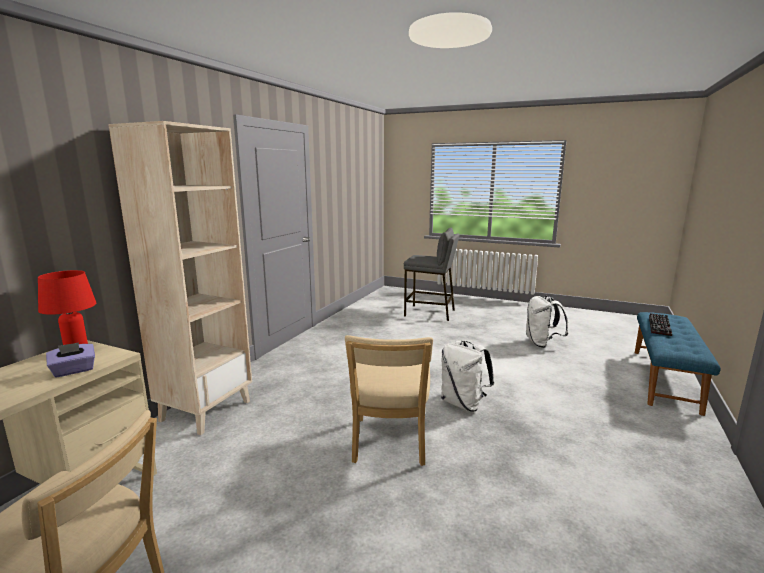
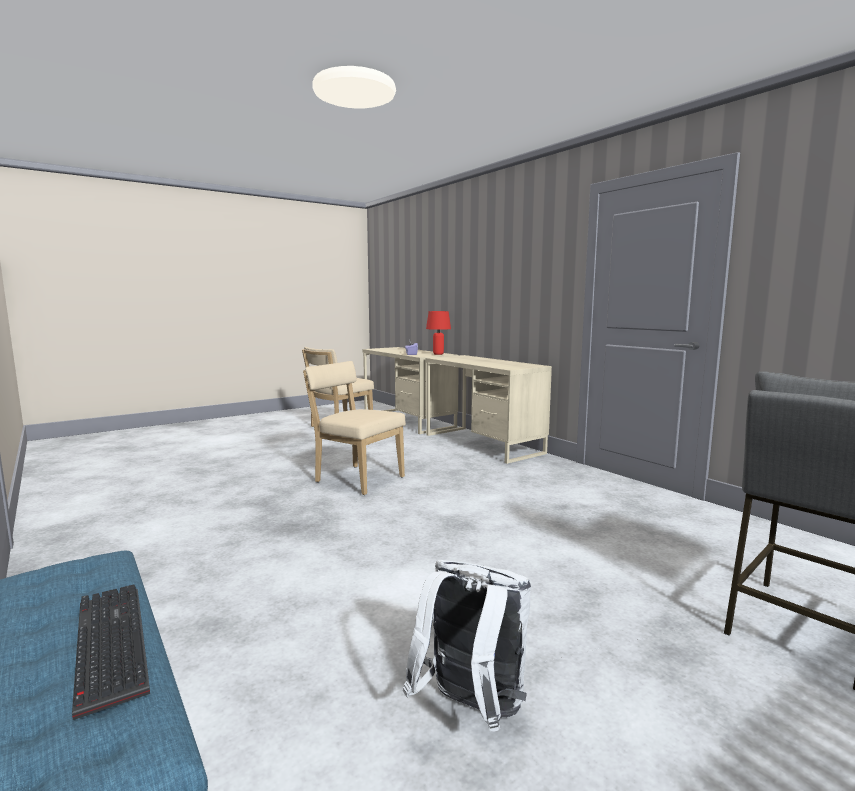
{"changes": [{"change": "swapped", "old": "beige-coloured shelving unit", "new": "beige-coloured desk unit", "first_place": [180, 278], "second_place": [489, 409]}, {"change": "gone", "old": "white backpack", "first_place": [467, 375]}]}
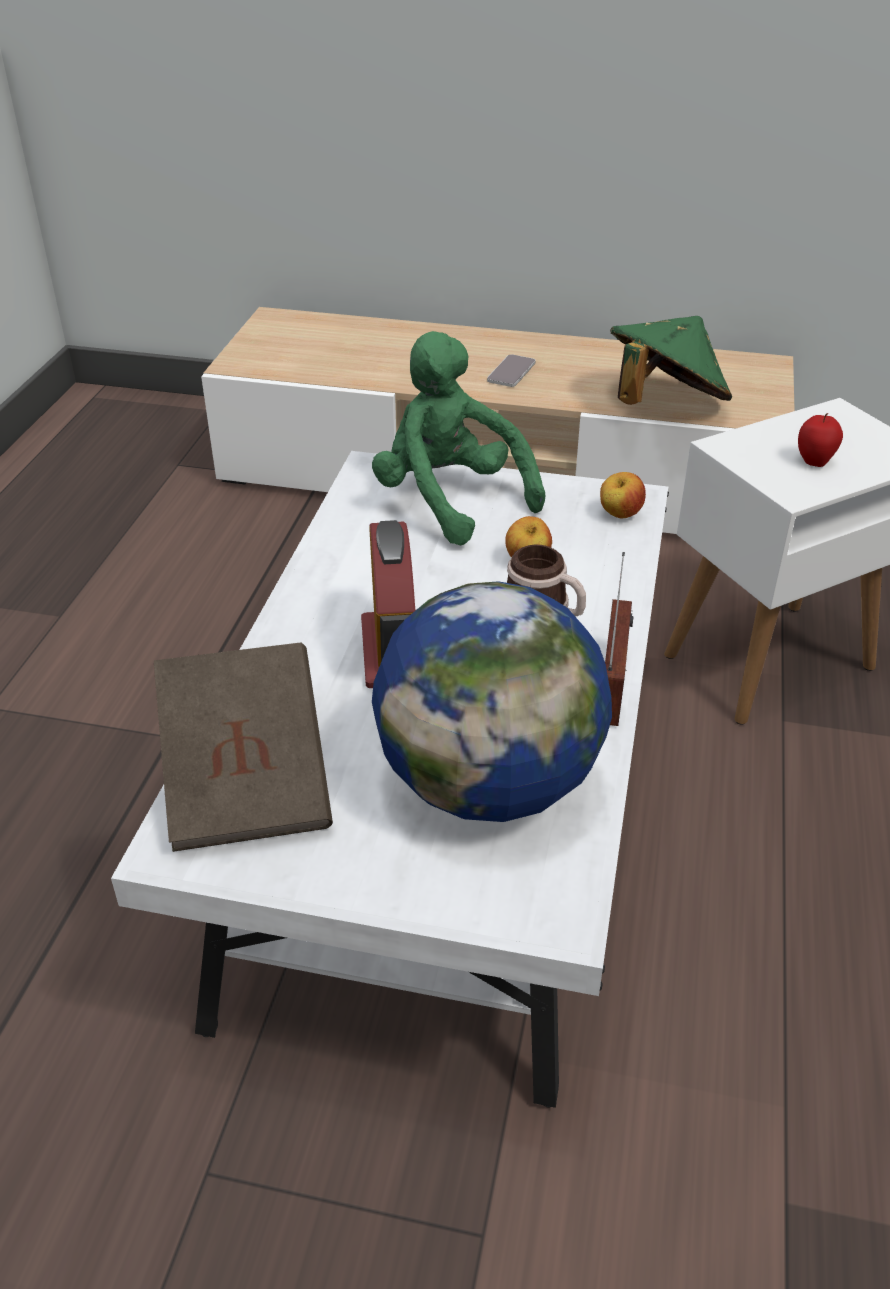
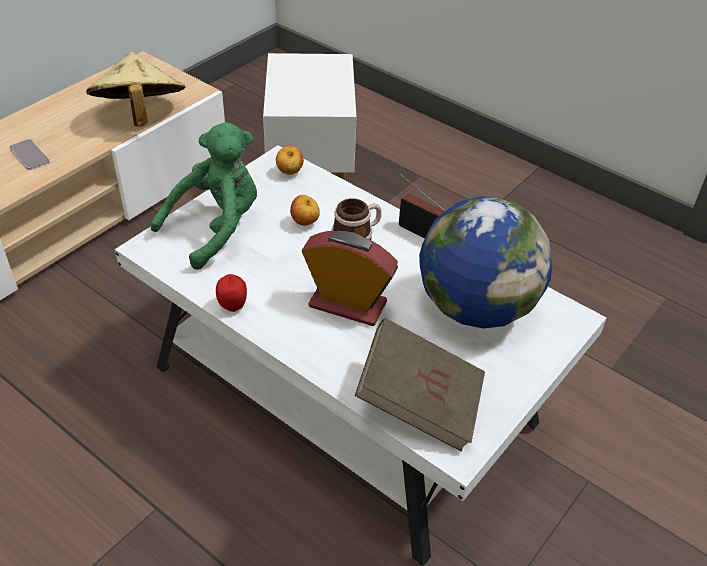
{"changes": [{"change": "repainted", "old": "green-coloured clothing hat", "new": "beige-coloured clothing hat", "first_place": [671, 360], "second_place": [135, 89]}, {"change": "rotated", "old": "green-coloured soft toy", "first_place": [458, 438], "second_place": [204, 196], "degrees": 150}, {"change": "shifted", "old": "apple fruit", "first_place": [820, 440], "second_place": [231, 293]}]}
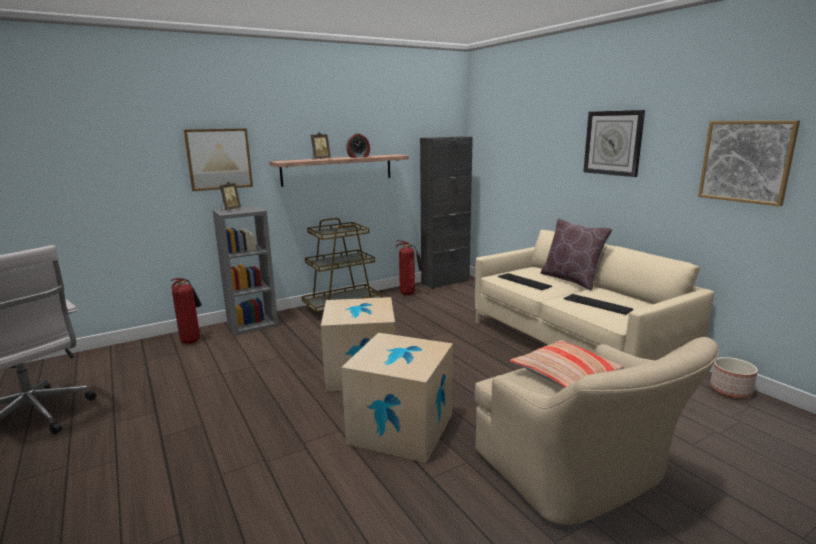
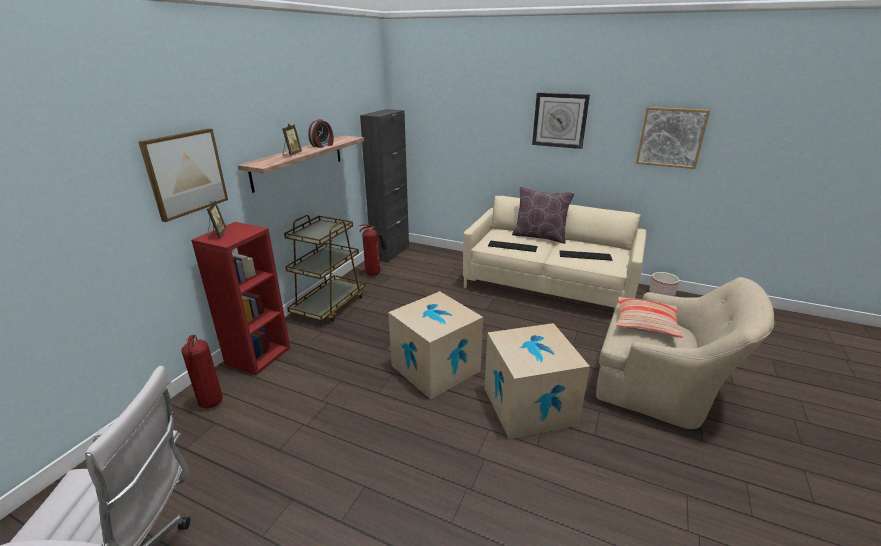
{"changes": [{"change": "repainted", "old": "grey shelving unit", "new": "red-coloured shelving unit", "first_place": [245, 270], "second_place": [240, 298]}]}
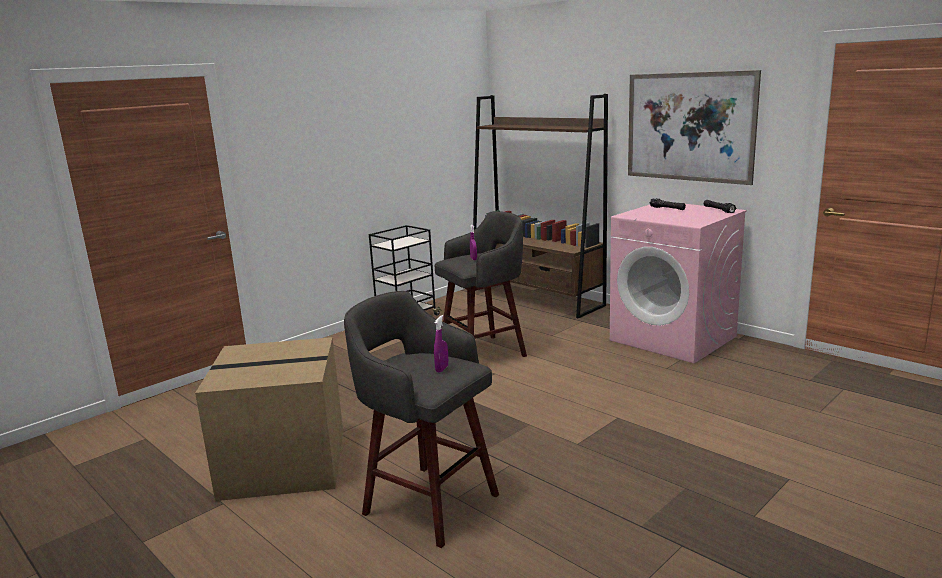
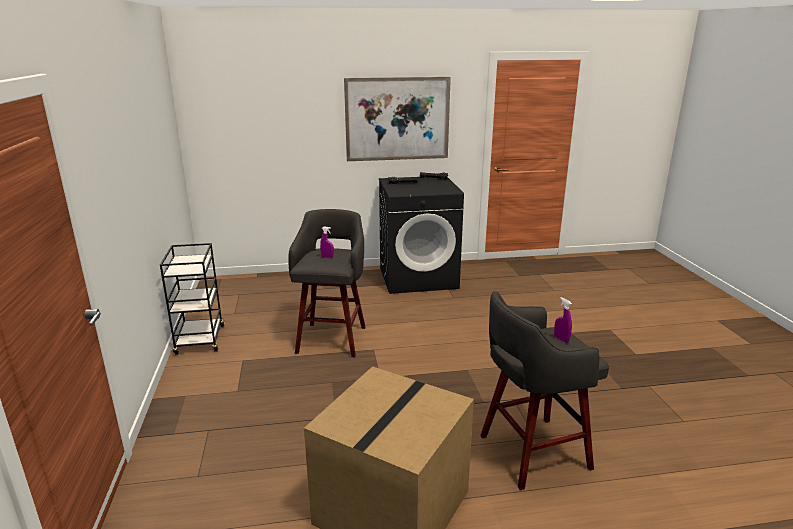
{"changes": [{"change": "repainted", "old": "pink washing machine", "new": "black washing machine", "first_place": [678, 283], "second_place": [421, 235]}, {"change": "gone", "old": "brown-coloured shelving unit", "first_place": [540, 206]}]}
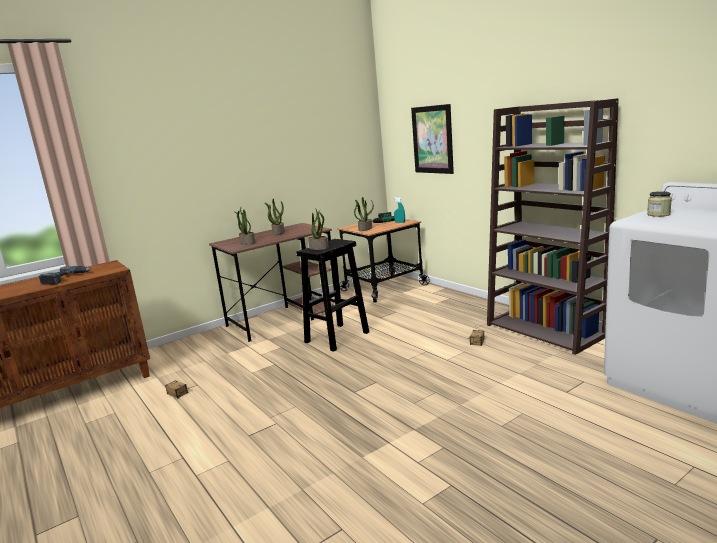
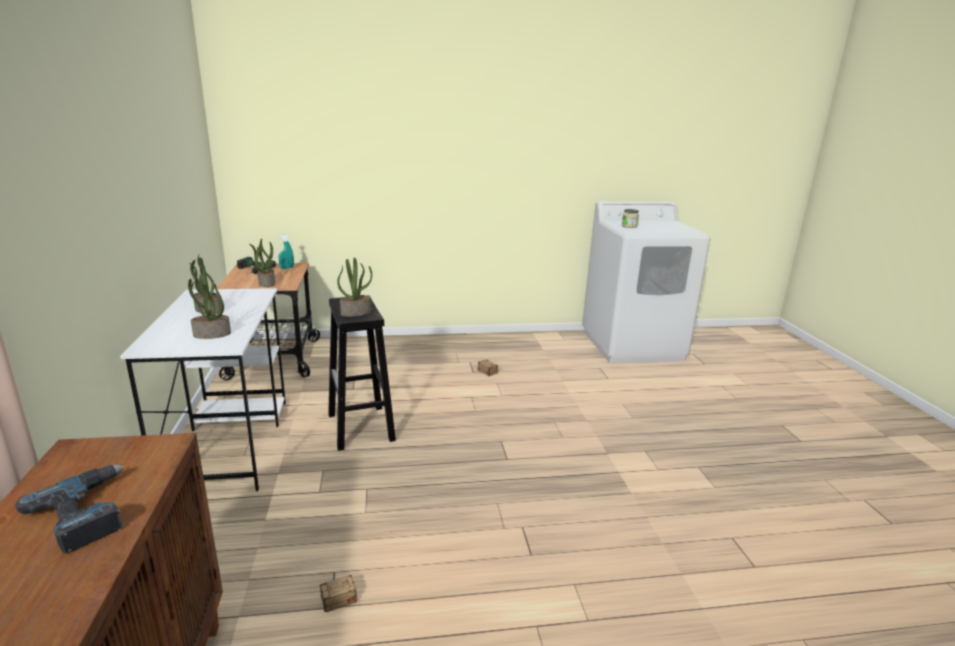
{"changes": [{"change": "repainted", "old": "brown-coloured desk unit", "new": "white desk unit", "first_place": [272, 282], "second_place": [203, 389]}, {"change": "gone", "old": "picture", "first_place": [432, 139]}, {"change": "gone", "old": "brown-coloured shelving unit", "first_place": [553, 226]}]}
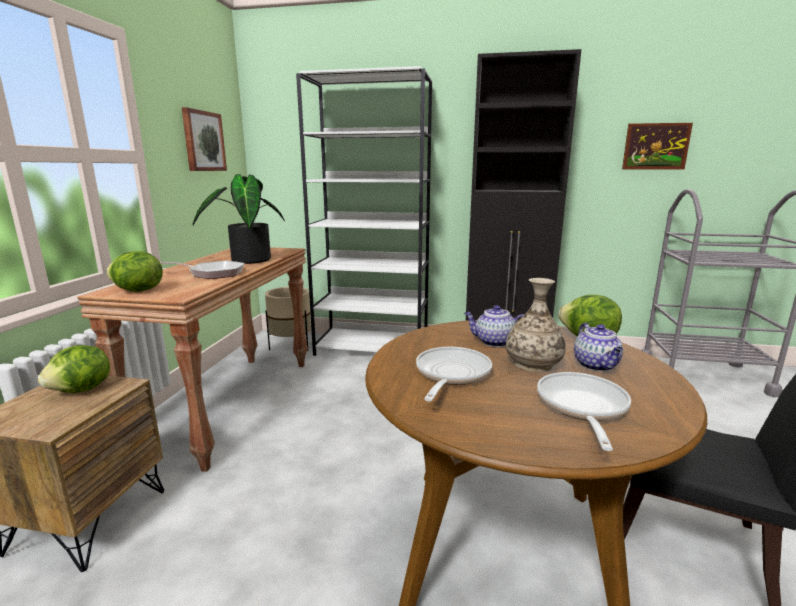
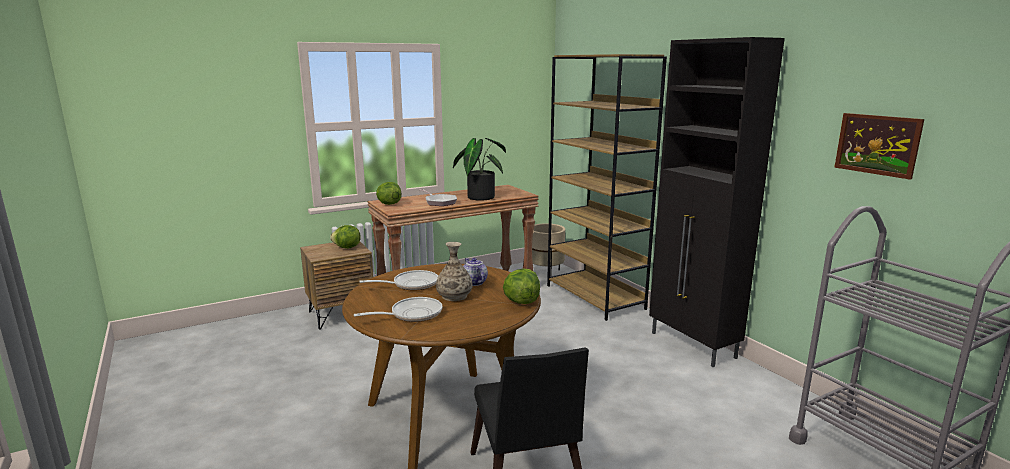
{"changes": [{"change": "repainted", "old": "white shelving unit", "new": "brown-coloured shelving unit", "first_place": [364, 211], "second_place": [607, 187]}, {"change": "gone", "old": "picture", "first_place": [204, 139]}, {"change": "gone", "old": "teapot", "first_place": [598, 347]}]}
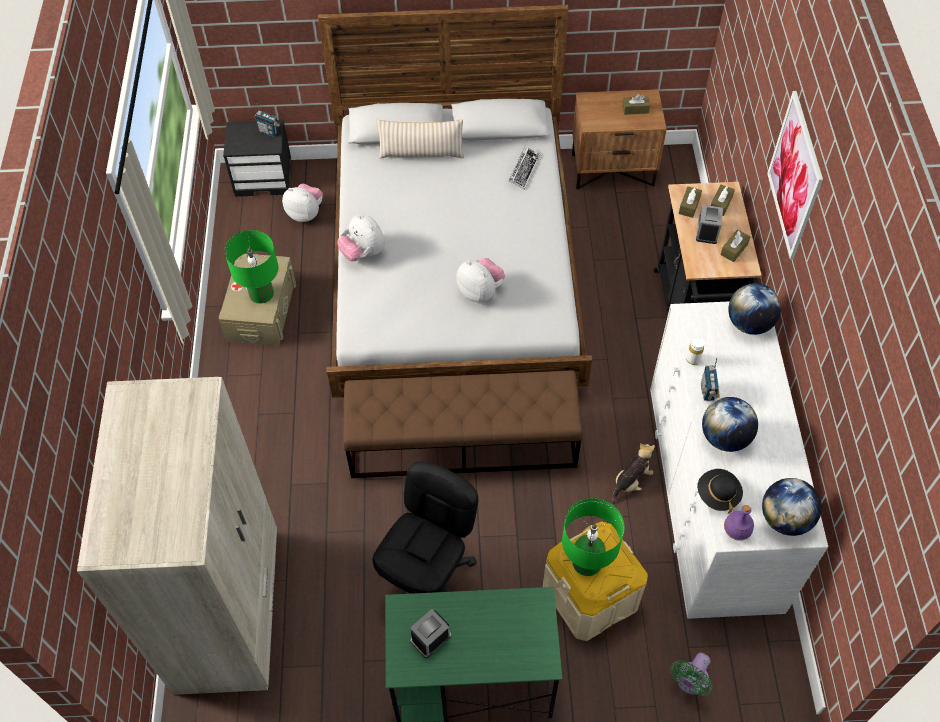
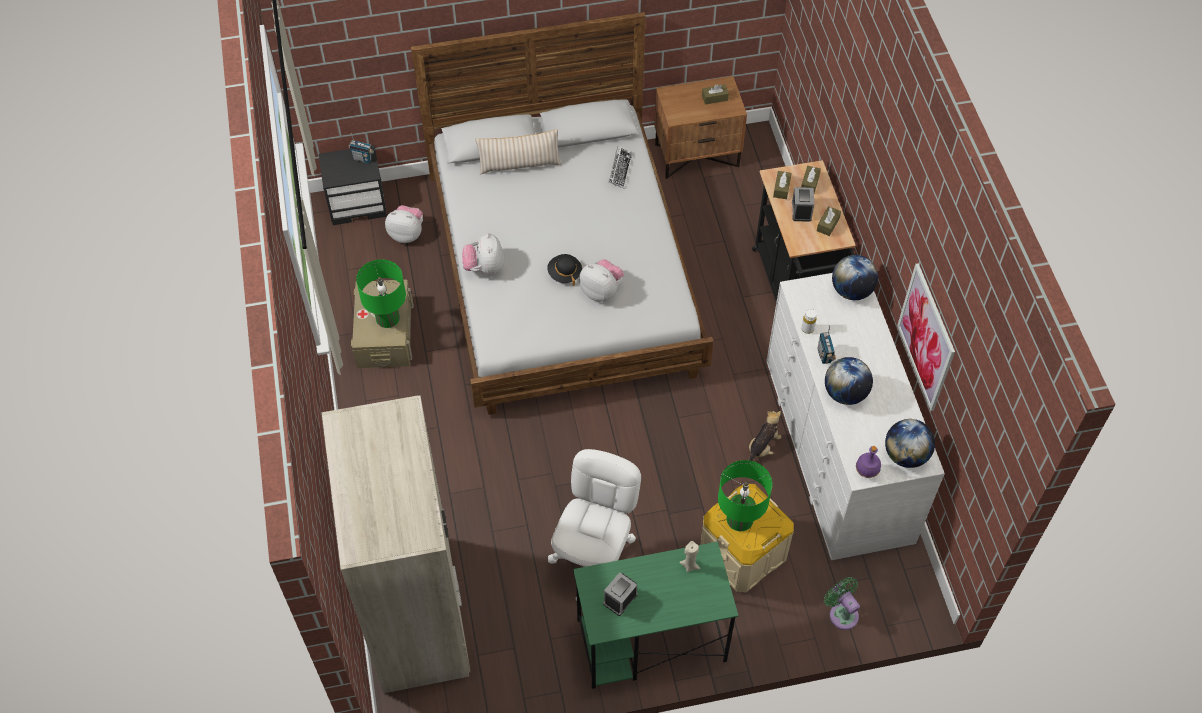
{"changes": [{"change": "rotated", "old": "soft toy", "first_place": [361, 237], "second_place": [483, 254], "degrees": 45}, {"change": "shifted", "old": "black clothing hat", "first_place": [720, 491], "second_place": [564, 270]}, {"change": "repainted", "old": "black computer chair", "new": "white computer chair", "first_place": [425, 527], "second_place": [594, 525]}, {"change": "new", "new": "beige-coloured candle", "second_place": [689, 556]}, {"change": "rotated", "old": "green-coloured fan", "first_place": [691, 674], "second_place": [842, 603], "degrees": 120}, {"change": "shifted", "old": "picture", "first_place": [795, 175], "second_place": [926, 337]}, {"change": "gone", "old": "brown-coloured indoor bench", "first_place": [463, 424]}]}
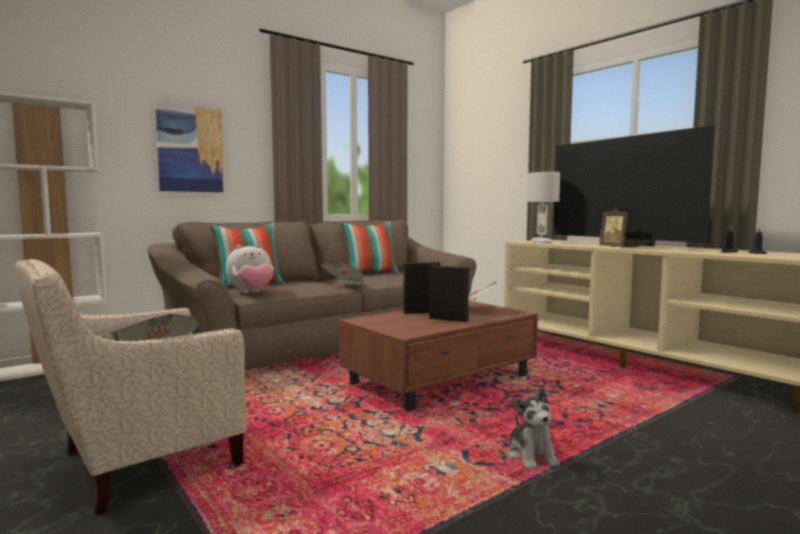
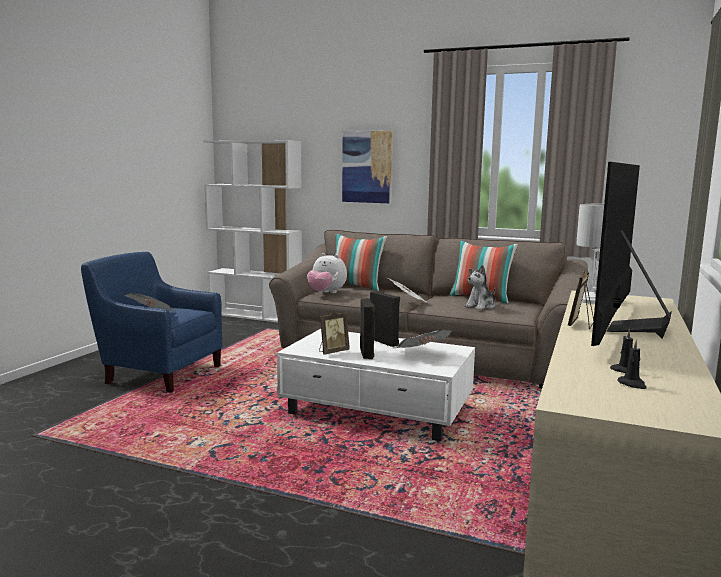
{"changes": [{"change": "repainted", "old": "beige-coloured armchair", "new": "bluish armchair", "first_place": [131, 387], "second_place": [152, 322]}, {"change": "repainted", "old": "brown-coloured low table", "new": "white low table", "first_place": [438, 356], "second_place": [376, 385]}, {"change": "new", "new": "standing frame", "second_place": [334, 332]}, {"change": "shifted", "old": "soft toy", "first_place": [534, 428], "second_place": [480, 287]}]}
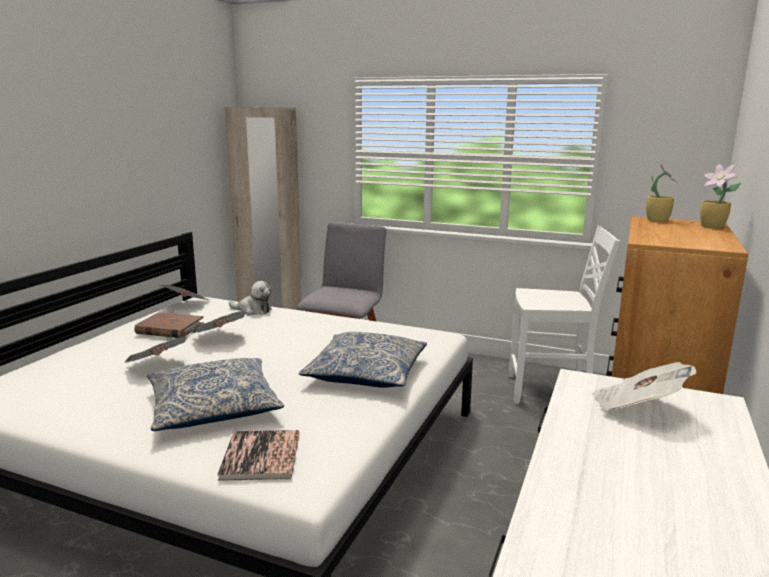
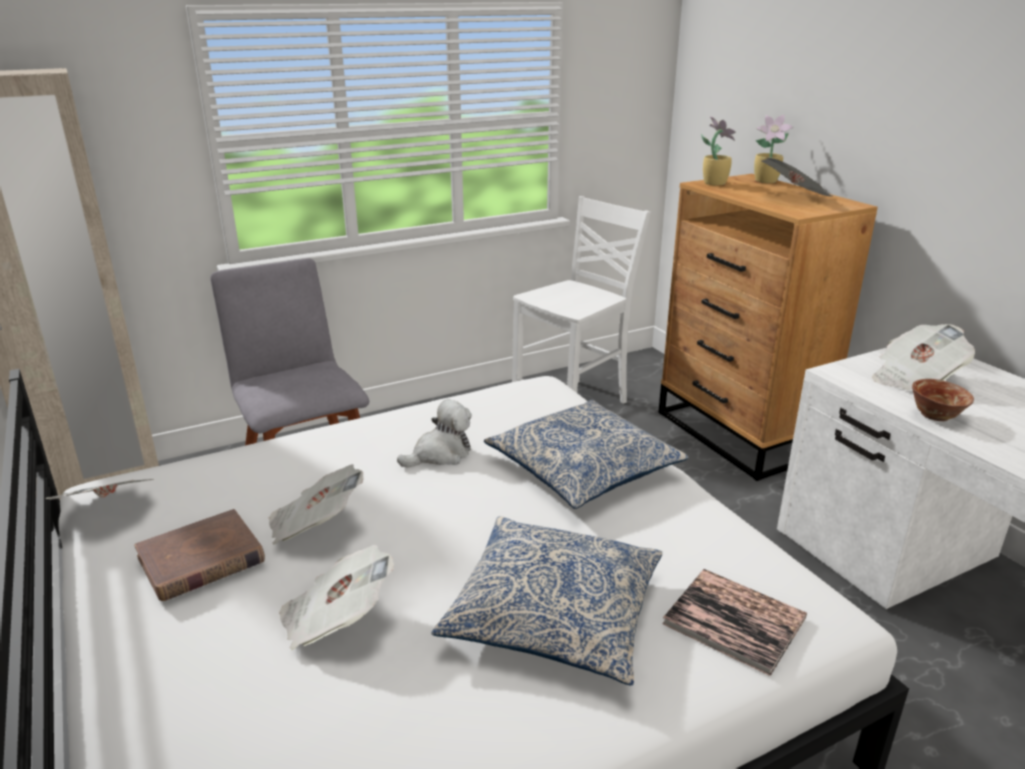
{"changes": [{"change": "shifted", "old": "soft toy", "first_place": [250, 298], "second_place": [434, 433]}, {"change": "new", "new": "newspaper", "second_place": [797, 177]}, {"change": "new", "new": "serving bowl", "second_place": [943, 400]}]}
